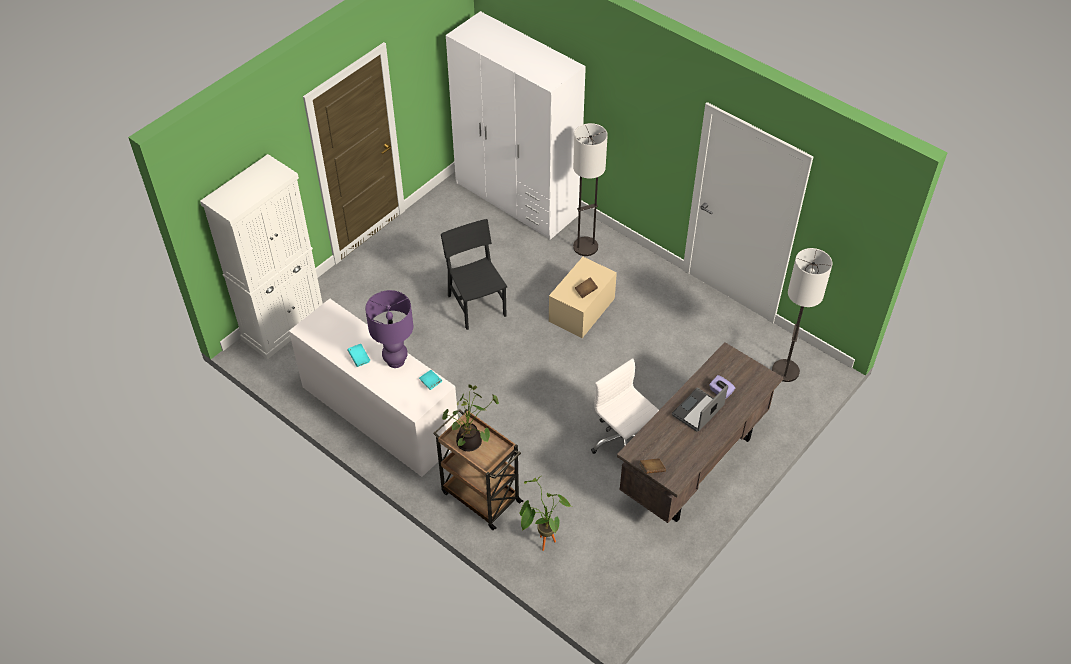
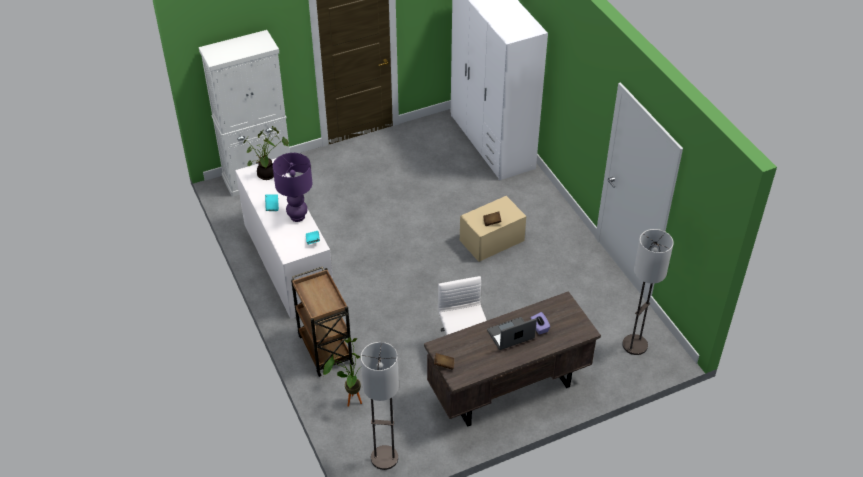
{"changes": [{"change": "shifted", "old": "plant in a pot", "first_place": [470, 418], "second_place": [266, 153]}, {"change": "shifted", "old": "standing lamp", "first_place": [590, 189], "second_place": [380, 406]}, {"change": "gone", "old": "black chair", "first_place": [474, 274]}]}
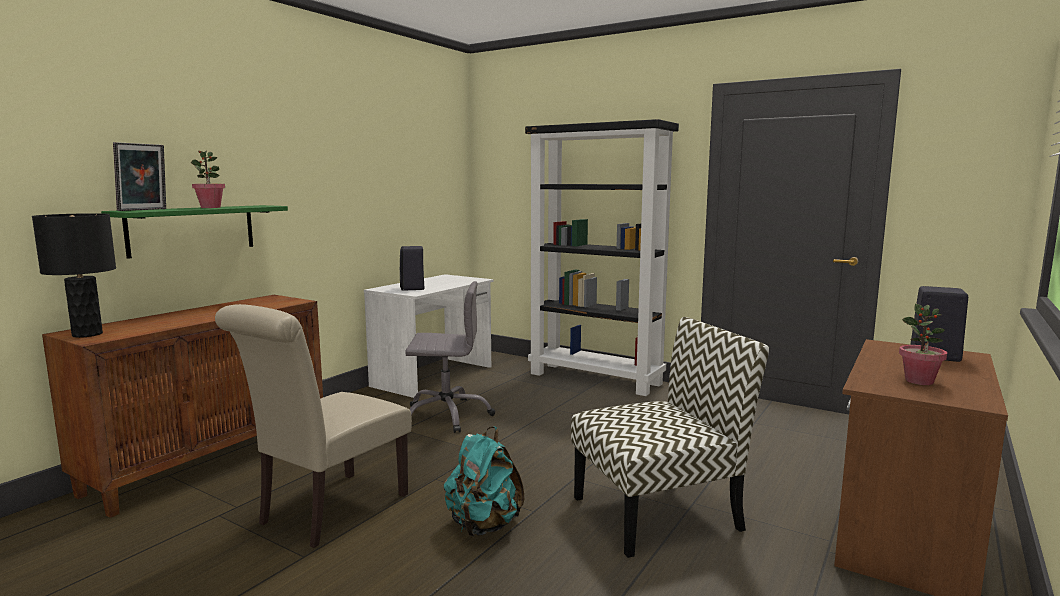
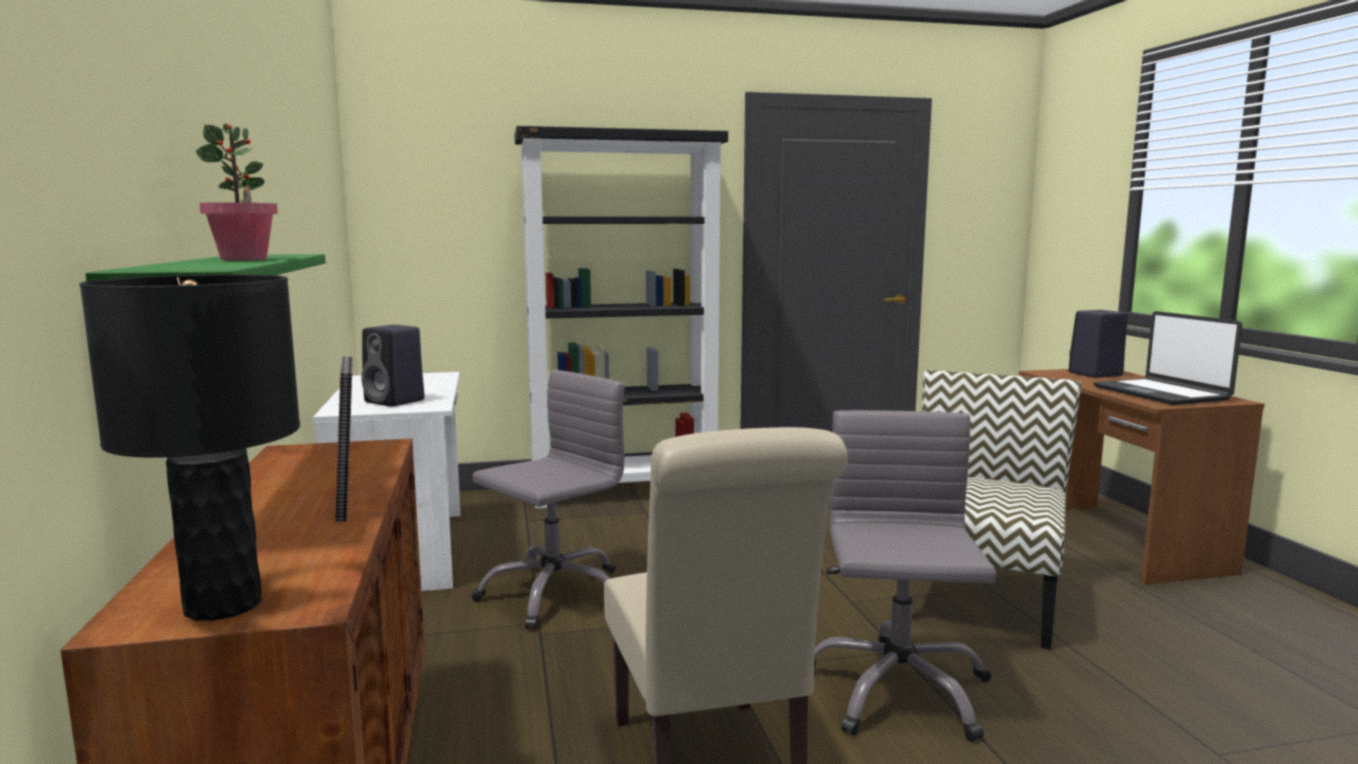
{"changes": [{"change": "shifted", "old": "standing frame", "first_place": [139, 176], "second_place": [344, 439]}, {"change": "swapped", "old": "blue-green backpack", "new": "grey computer chair", "first_place": [484, 482], "second_place": [905, 576]}, {"change": "swapped", "old": "plant in a pot", "new": "notebook computer", "first_place": [923, 344], "second_place": [1167, 358]}]}
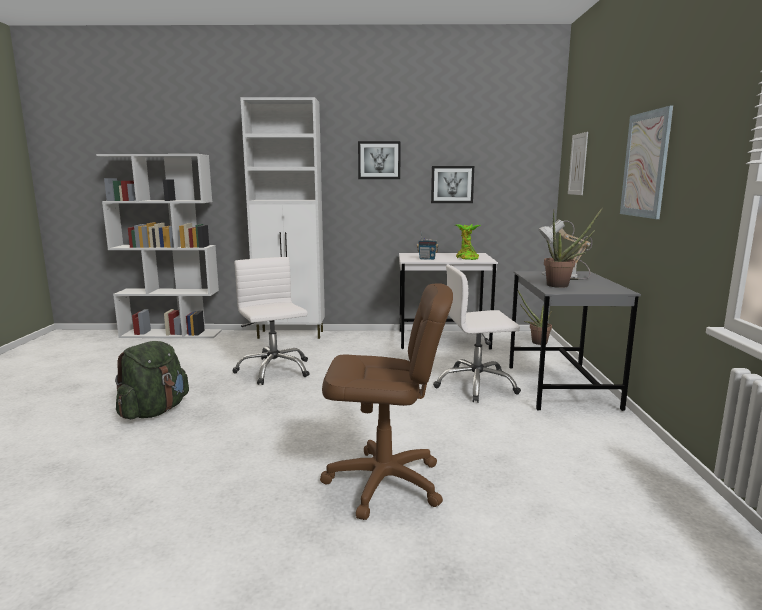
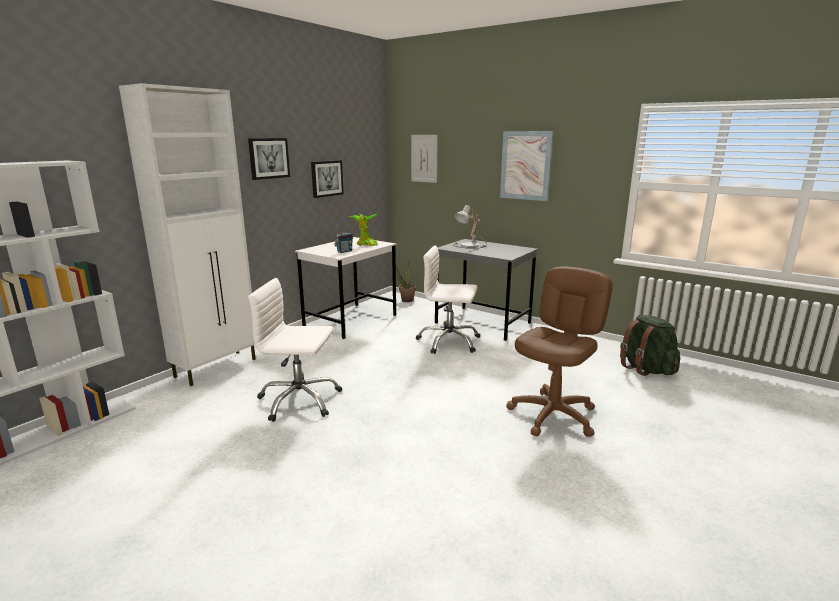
{"changes": [{"change": "rotated", "old": "white computer chair", "first_place": [477, 334], "second_place": [448, 299], "degrees": 75}, {"change": "shifted", "old": "green-coloured backpack", "first_place": [152, 380], "second_place": [650, 345]}, {"change": "gone", "old": "plant in a pot", "first_place": [573, 247]}]}
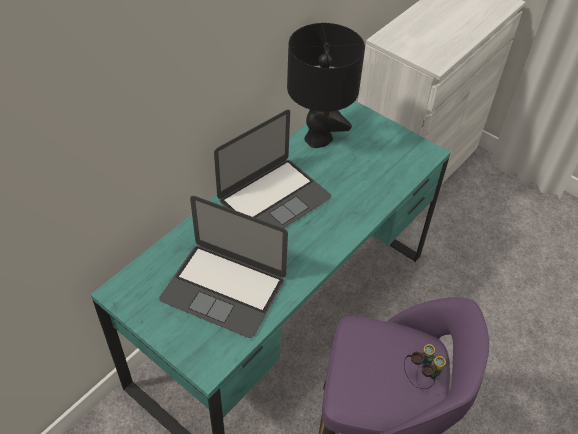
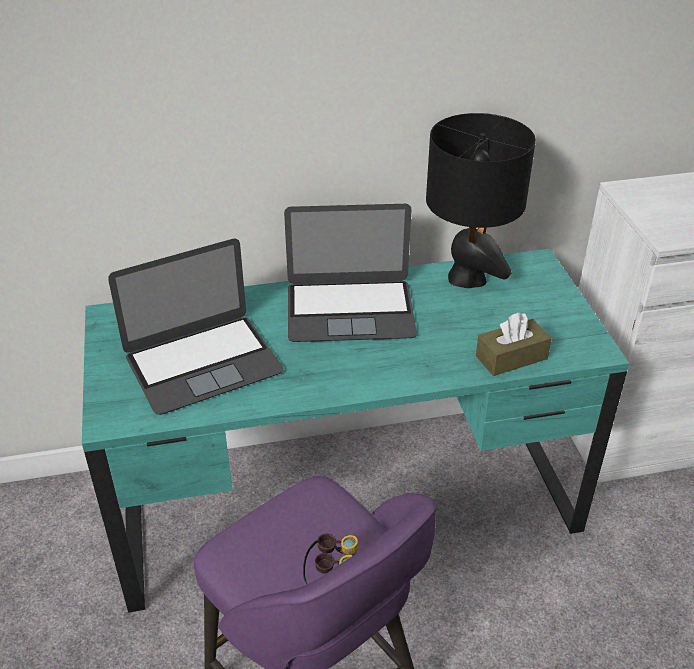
{"changes": [{"change": "rotated", "old": "notebook computer", "first_place": [223, 267], "second_place": [196, 327], "degrees": -90}, {"change": "new", "new": "brown-coloured tissue box", "second_place": [514, 344]}]}
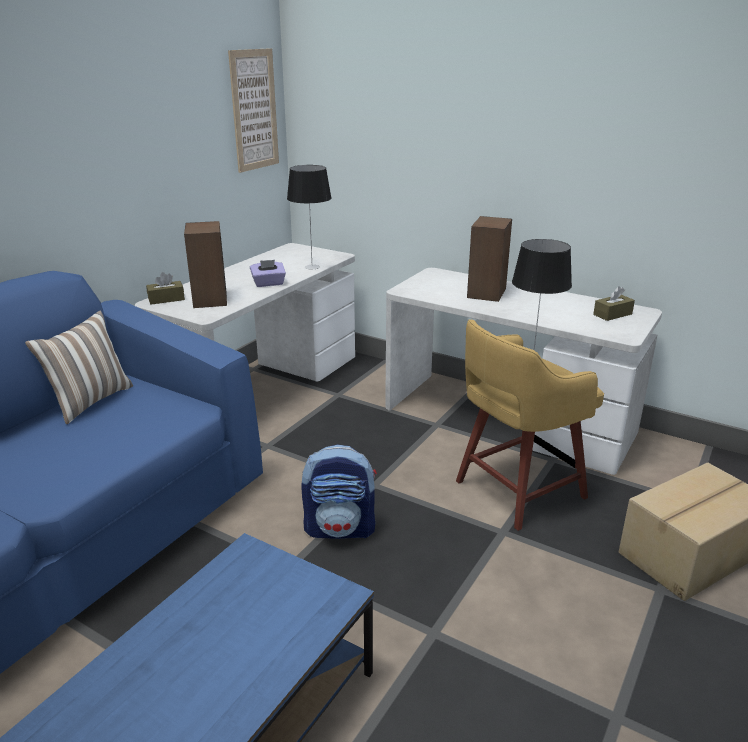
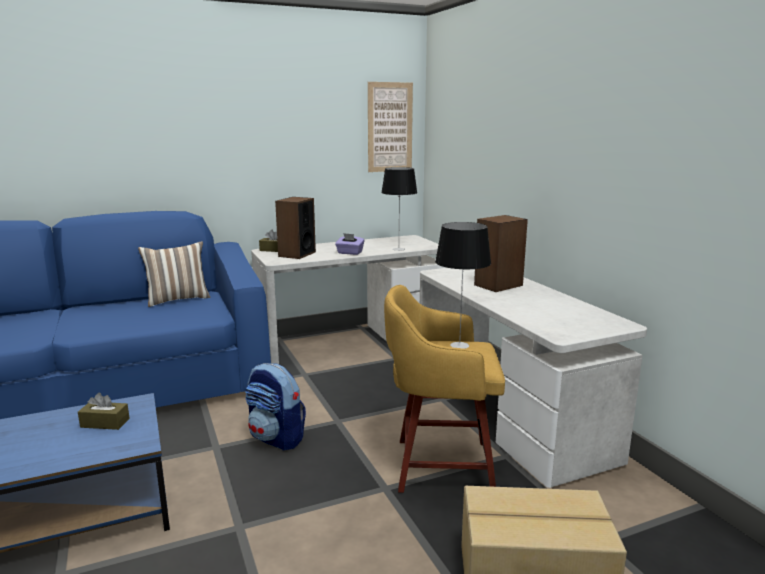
{"changes": [{"change": "shifted", "old": "brown-coloured tissue box", "first_place": [614, 303], "second_place": [104, 411]}]}
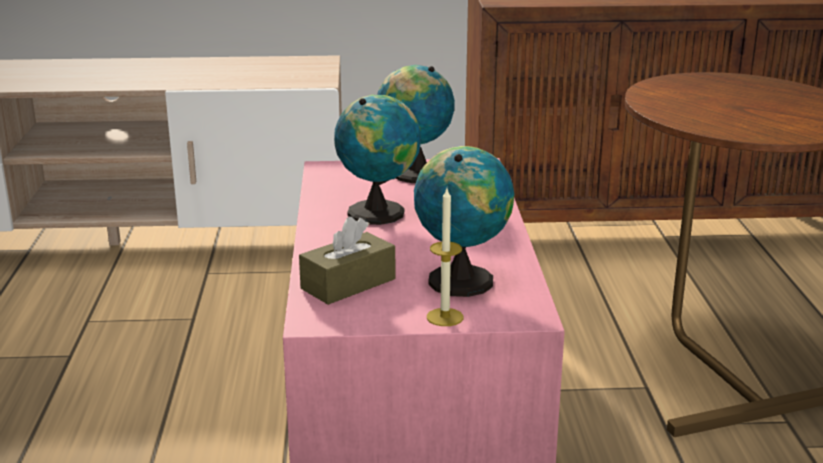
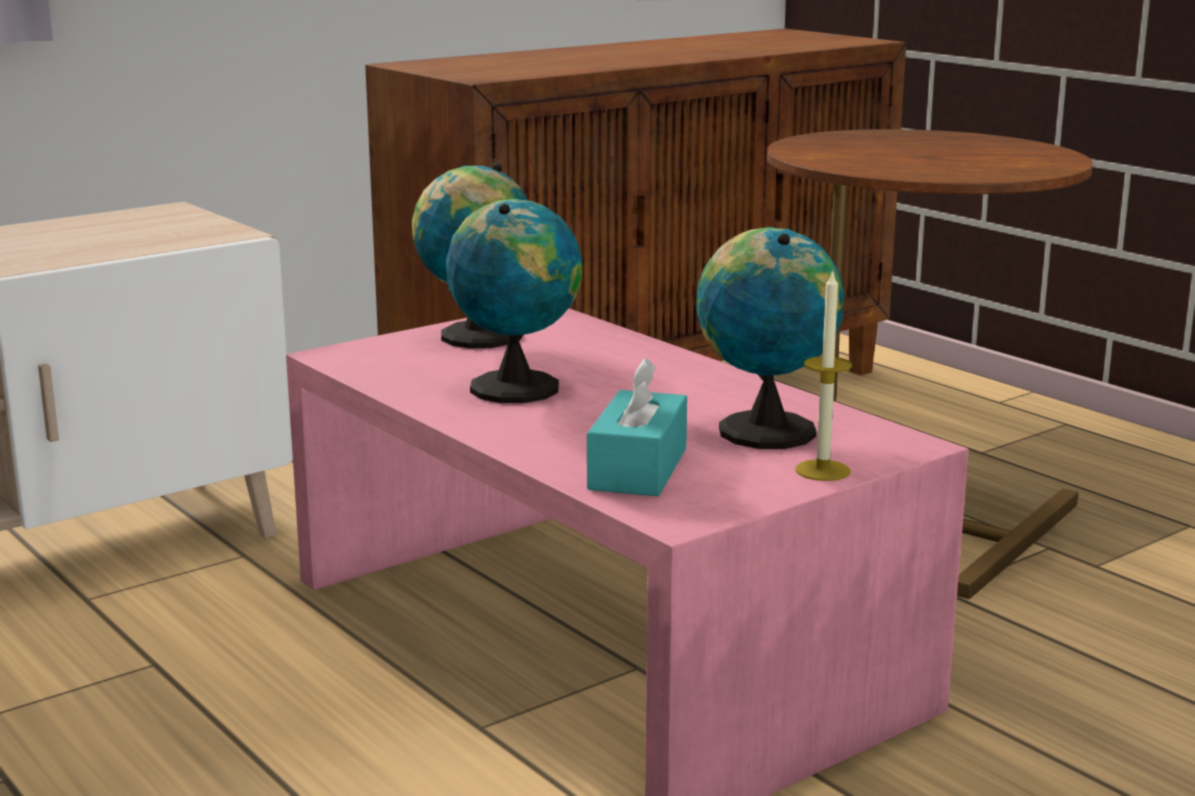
{"changes": [{"change": "repainted", "old": "brown-coloured tissue box", "new": "blue-green tissue box", "first_place": [347, 261], "second_place": [637, 427]}]}
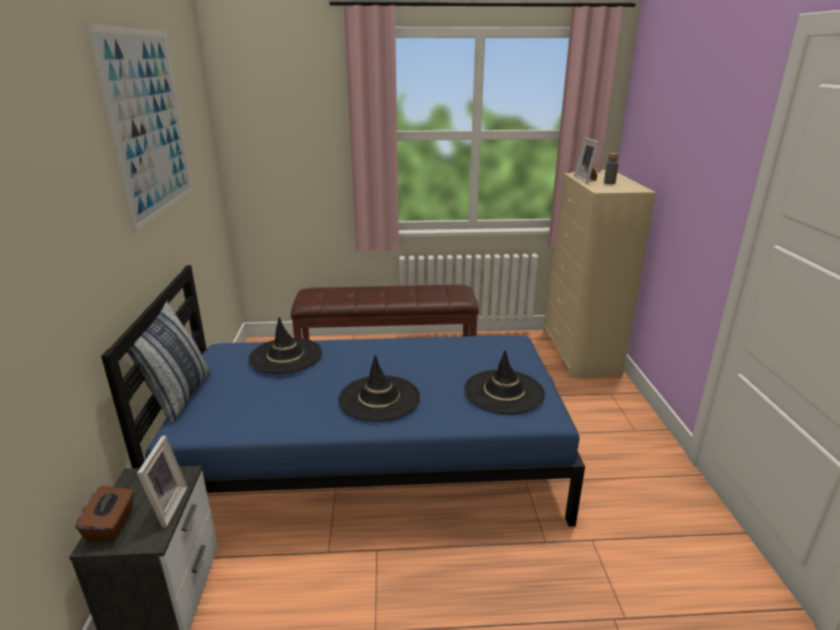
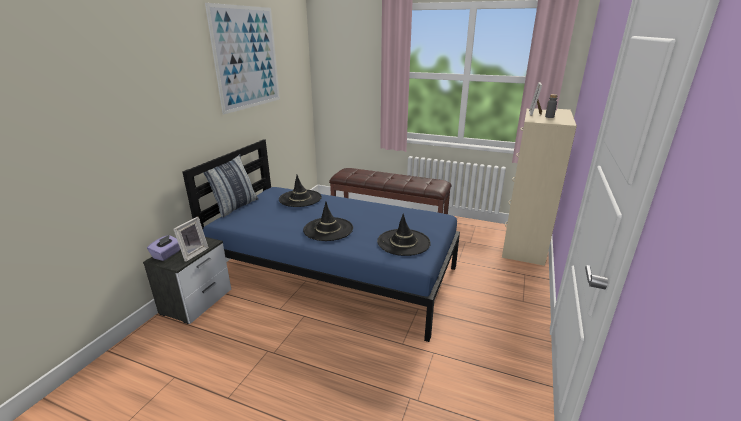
{"changes": [{"change": "repainted", "old": "brown-coloured tissue box", "new": "purple tissue box", "first_place": [105, 513], "second_place": [163, 248]}]}
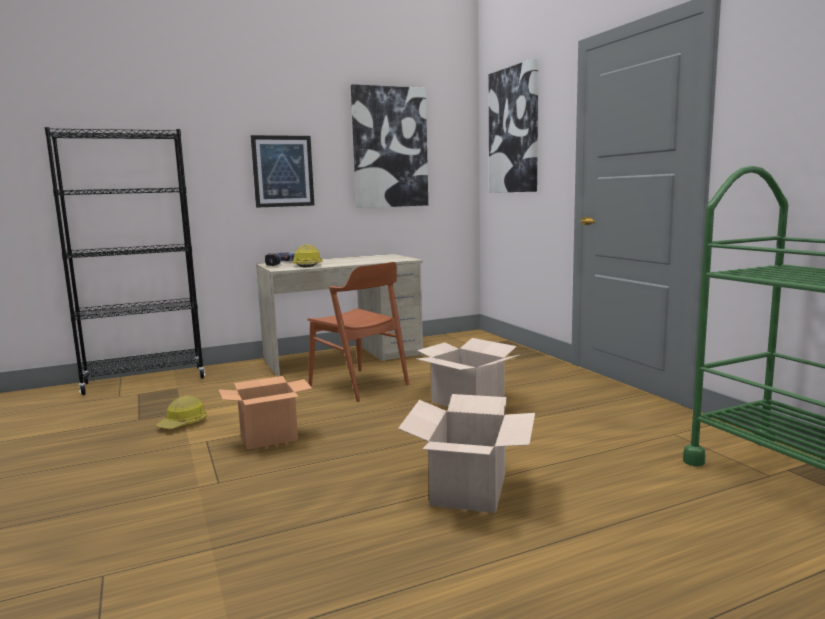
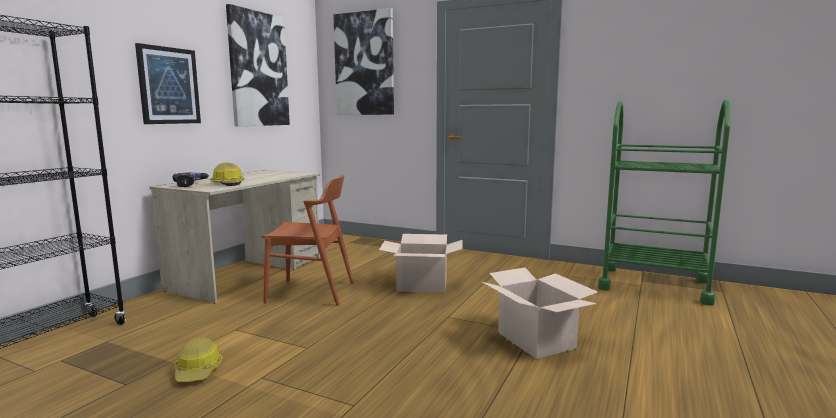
{"changes": [{"change": "gone", "old": "packing box", "first_place": [265, 413]}]}
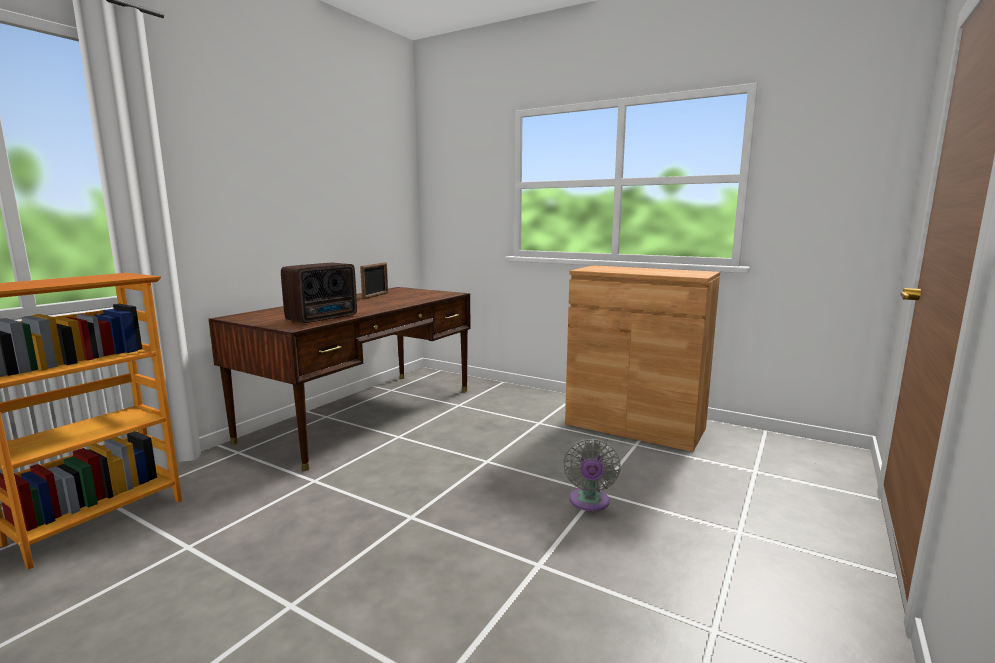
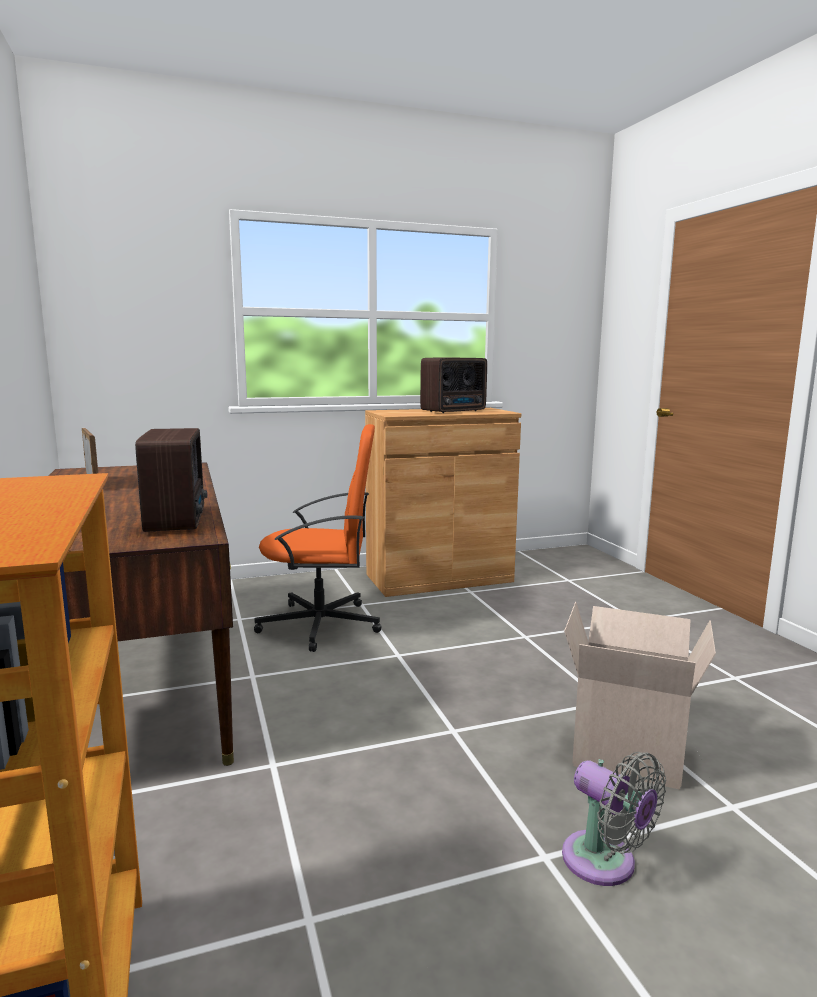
{"changes": [{"change": "new", "new": "orangey computer chair", "second_place": [318, 538]}, {"change": "new", "new": "radio receiver", "second_place": [453, 385]}, {"change": "shifted", "old": "grey fan", "first_place": [592, 475], "second_place": [614, 819]}, {"change": "new", "new": "packing box", "second_place": [640, 696]}]}
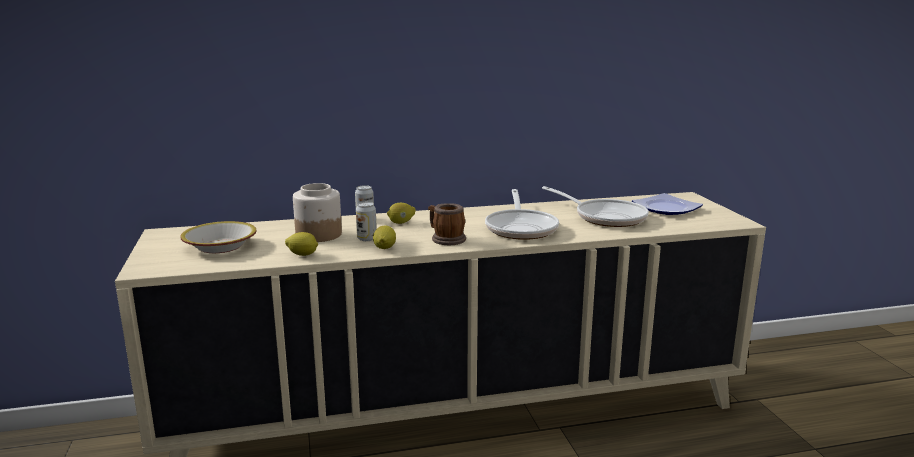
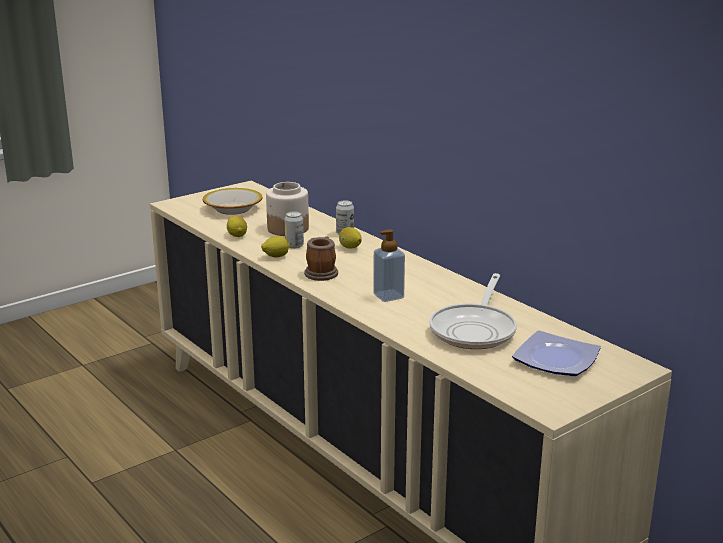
{"changes": [{"change": "swapped", "old": "frying pan", "new": "soap bottle", "first_place": [522, 214], "second_place": [389, 265]}]}
